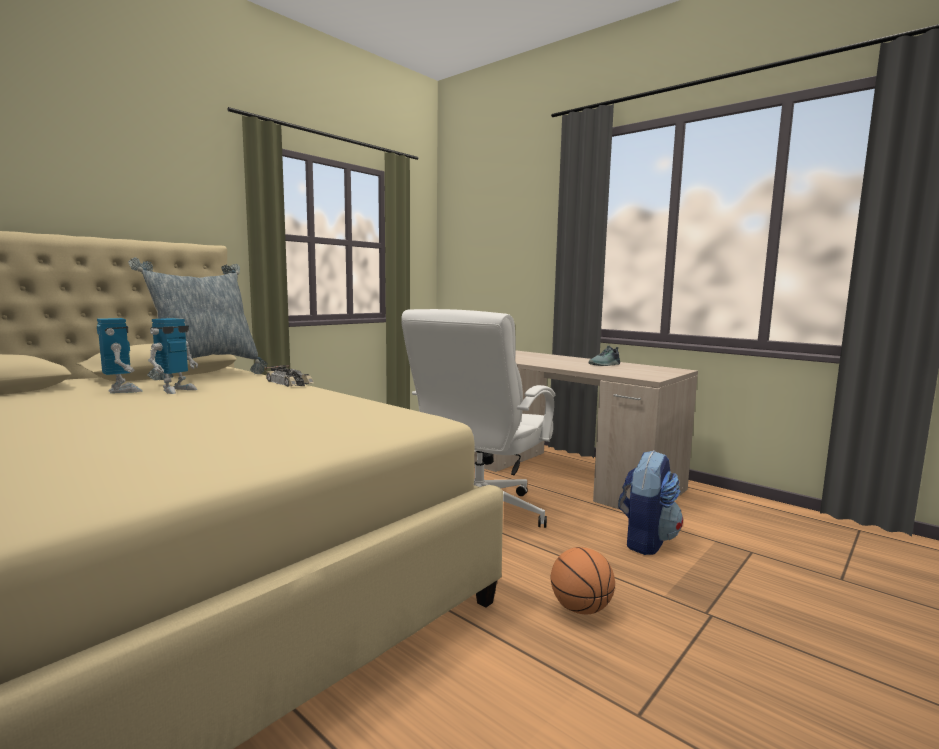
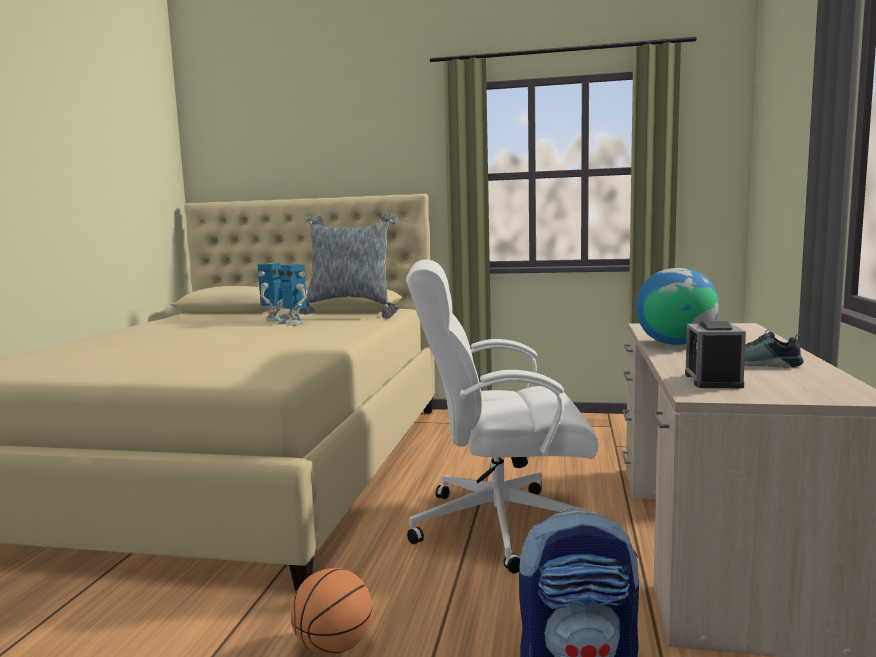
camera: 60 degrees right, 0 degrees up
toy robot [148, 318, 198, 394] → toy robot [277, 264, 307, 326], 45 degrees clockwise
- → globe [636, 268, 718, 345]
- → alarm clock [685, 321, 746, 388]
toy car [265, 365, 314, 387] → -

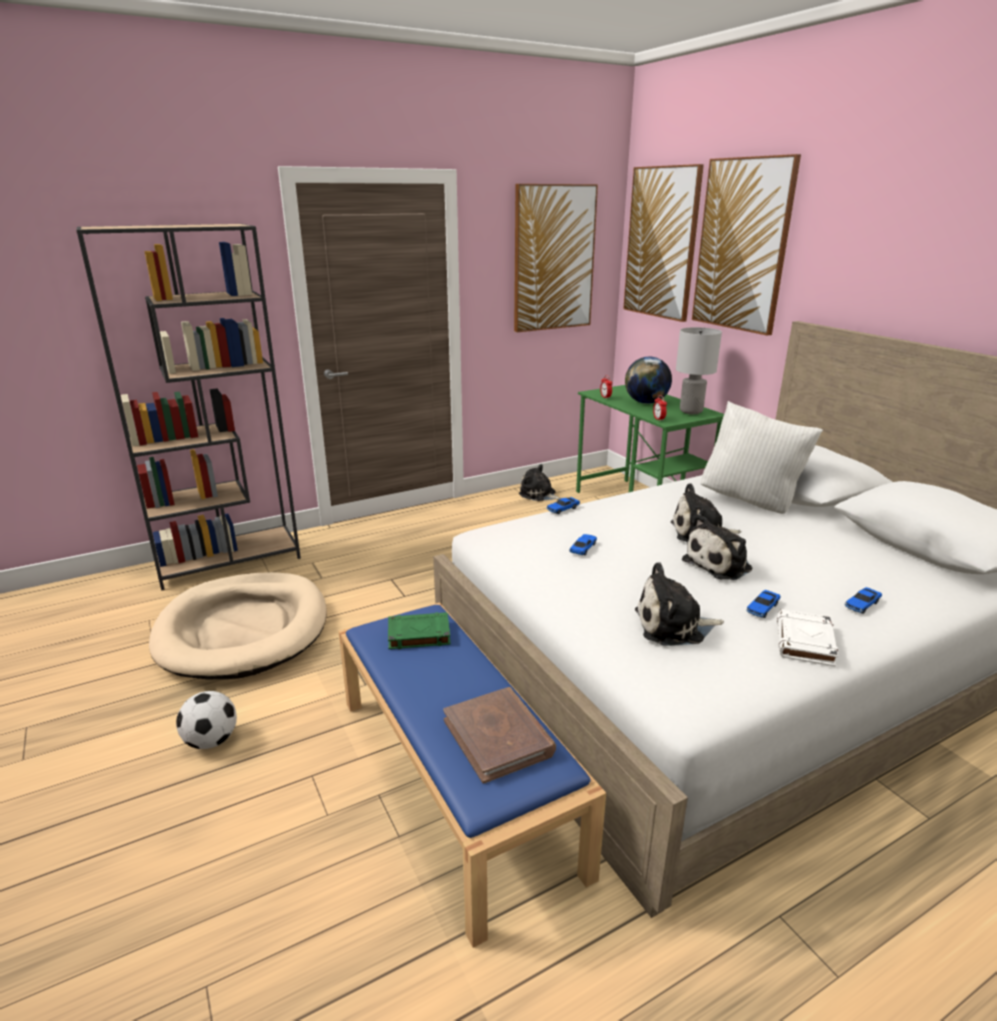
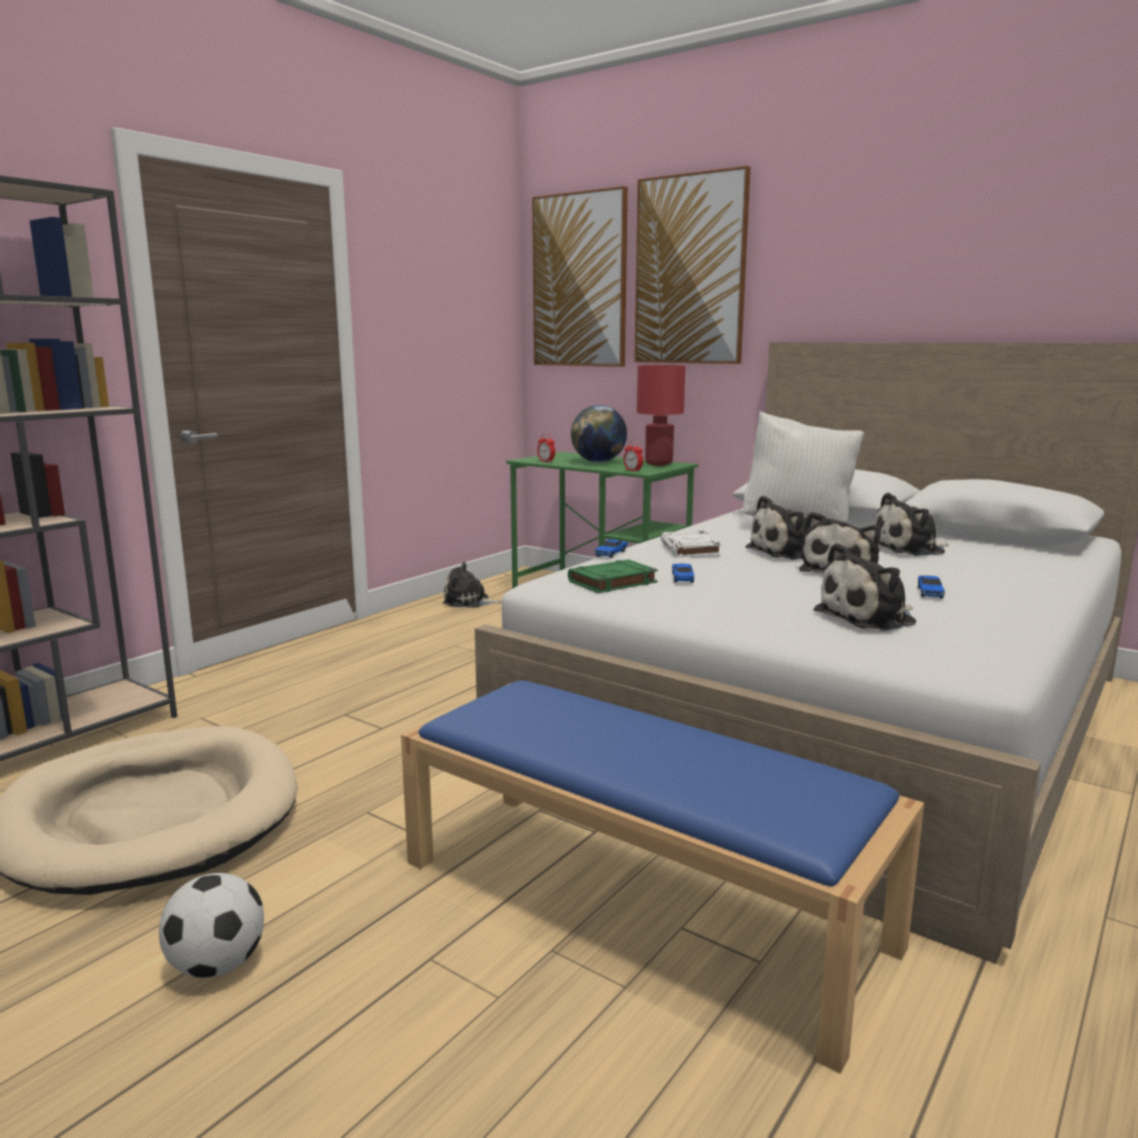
camera: 25 degrees left, 10 degrees down
book (green) [388, 612, 451, 649] → book (green) [568, 559, 658, 593], shifted
table lamp (grey) [676, 327, 722, 415] → table lamp (red) [637, 364, 685, 466]
book (white) [777, 609, 838, 667] → book (white) [661, 531, 721, 557], shifted
- → plush toy [875, 493, 948, 556]
book (brown) [443, 687, 556, 784] → -
picture [514, 184, 598, 332] → -
toy car [845, 587, 882, 614] → -

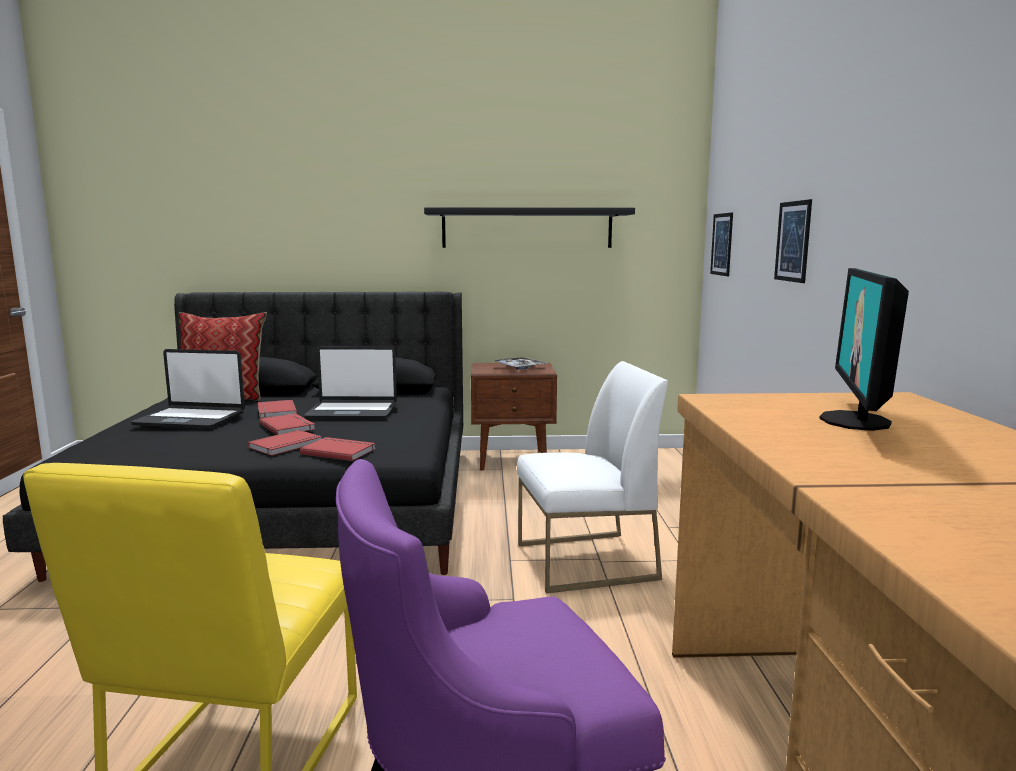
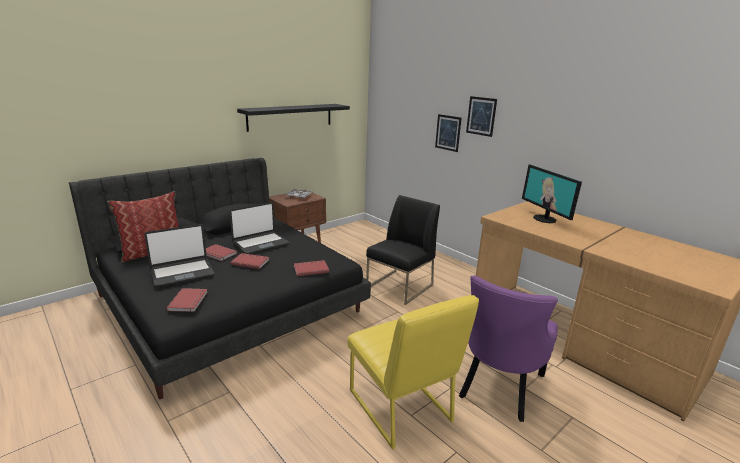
camera: 40 degrees left, 10 degrees up
book (red) [248, 430, 322, 456] → book (red) [166, 288, 208, 312], shifted
chair (white) [517, 361, 668, 593] → chair (black) [366, 195, 440, 305]
picture [710, 213, 733, 276] → picture [466, 96, 497, 137], shifted

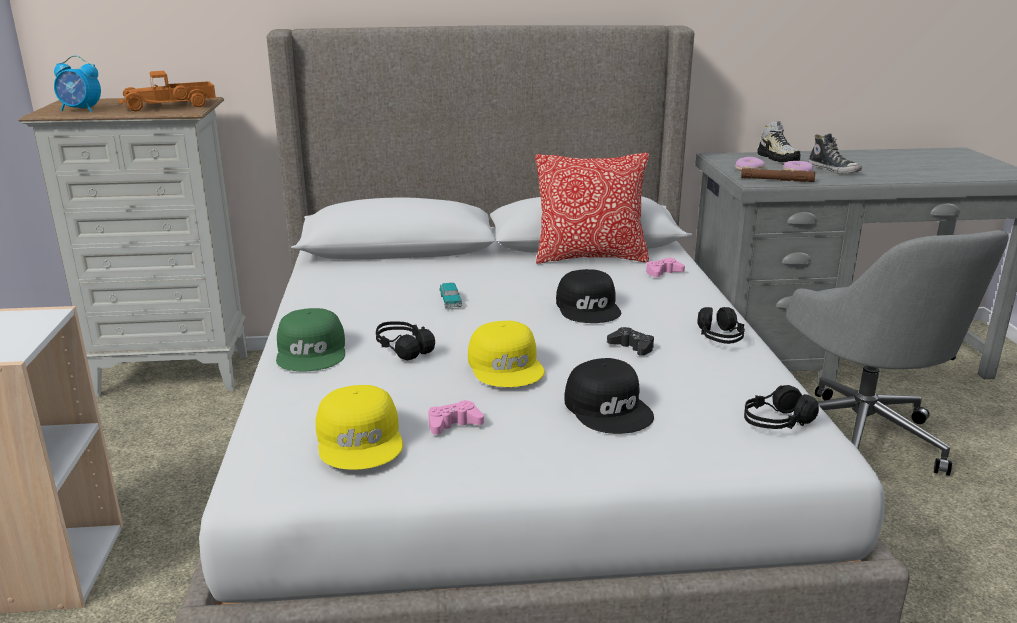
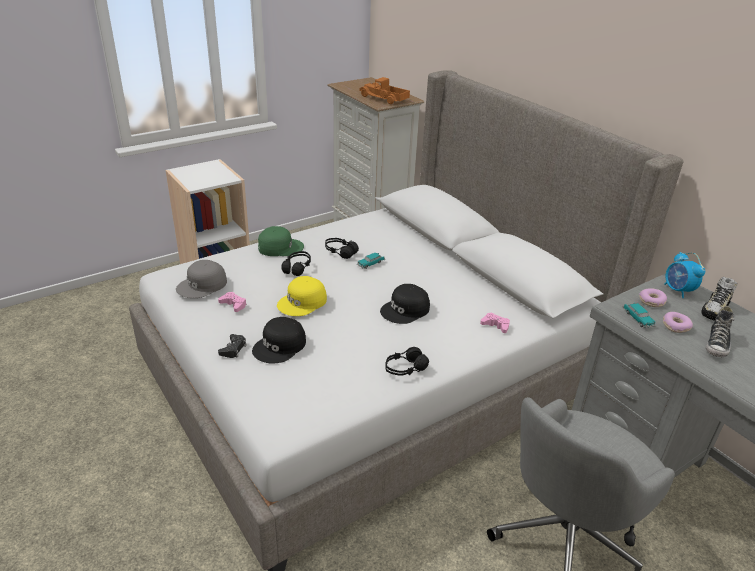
camera: 60 degrees right, 10 degrees up
cap (yellow) [316, 385, 403, 470] → cap (grey) [176, 260, 227, 298]
game controller (black) [607, 327, 654, 356] → game controller (black) [218, 334, 247, 358], shifted
cap (green) [276, 308, 345, 371] → cap (green) [258, 226, 304, 256], 150 degrees counterclockwise
headphones (black) [744, 385, 819, 429] → headphones (black) [325, 238, 359, 259], shifted
flashlight (brown) [741, 168, 815, 182] → toy car [623, 302, 656, 328]
alarm clock [54, 55, 101, 112] → alarm clock [664, 252, 705, 298], shifted
pillow [535, 153, 649, 264] → -

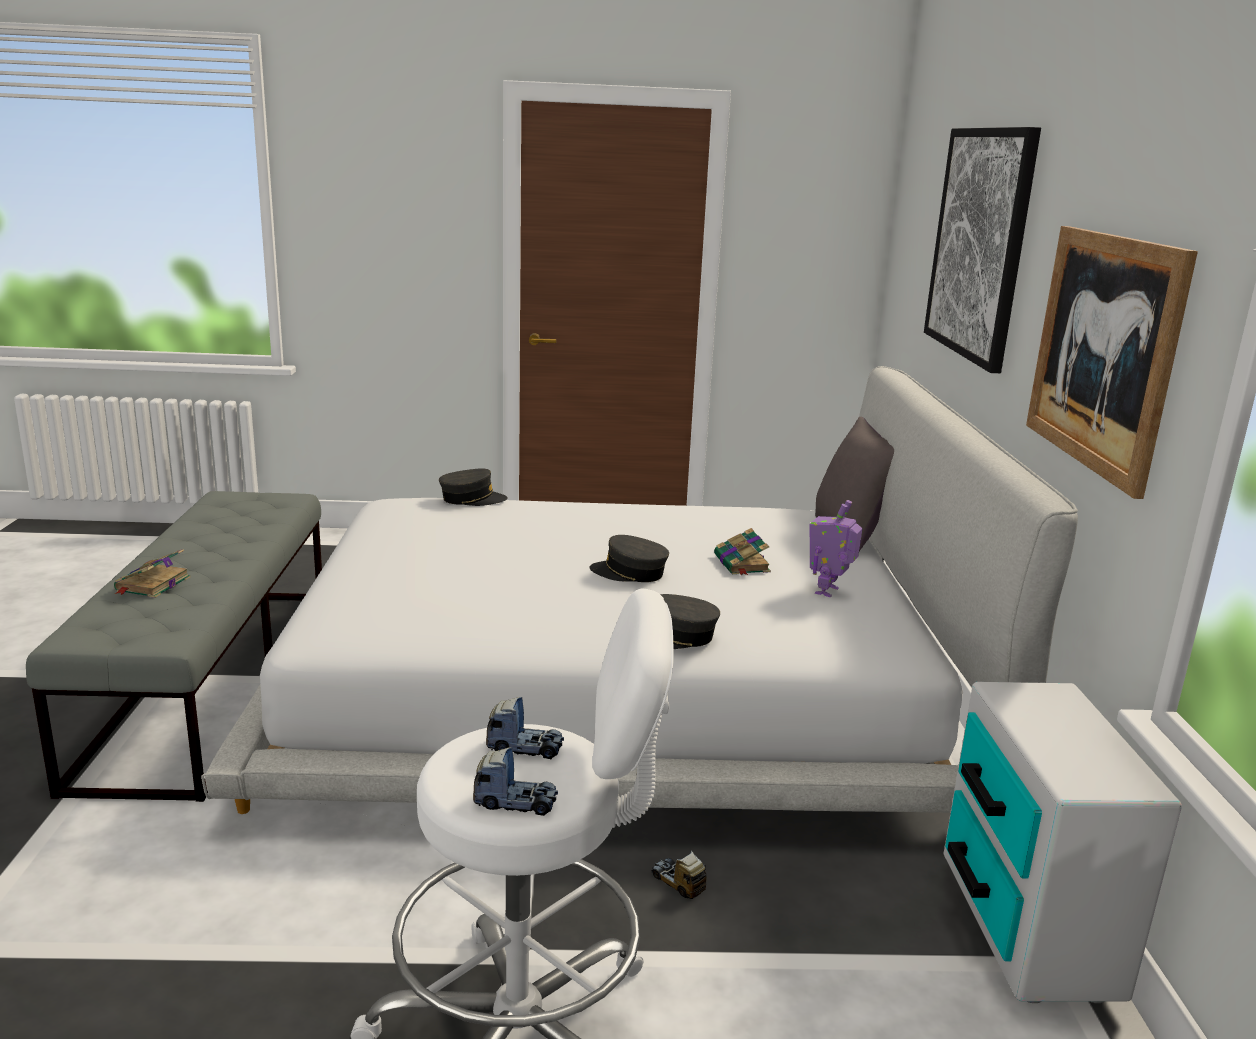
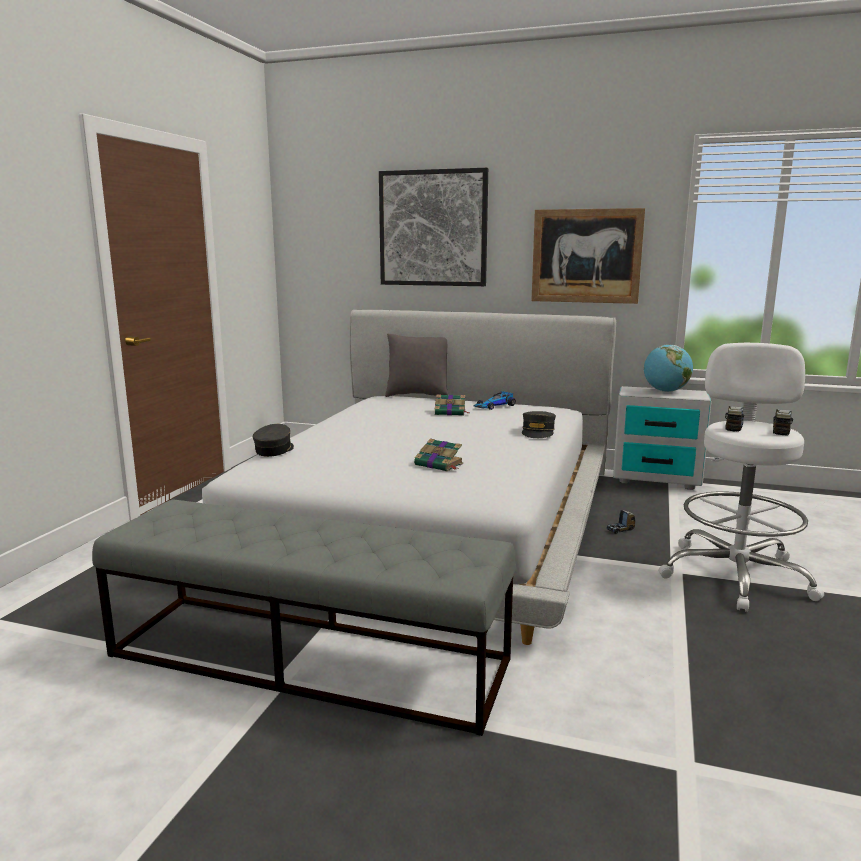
camera: 70 degrees left, 5 degrees down
book [114, 549, 190, 598] → book [414, 439, 463, 471], shifted
toy robot [810, 500, 862, 597] → toy car [473, 391, 516, 410]
- → globe [644, 345, 693, 392]
cap (grey) [589, 535, 669, 582] → -

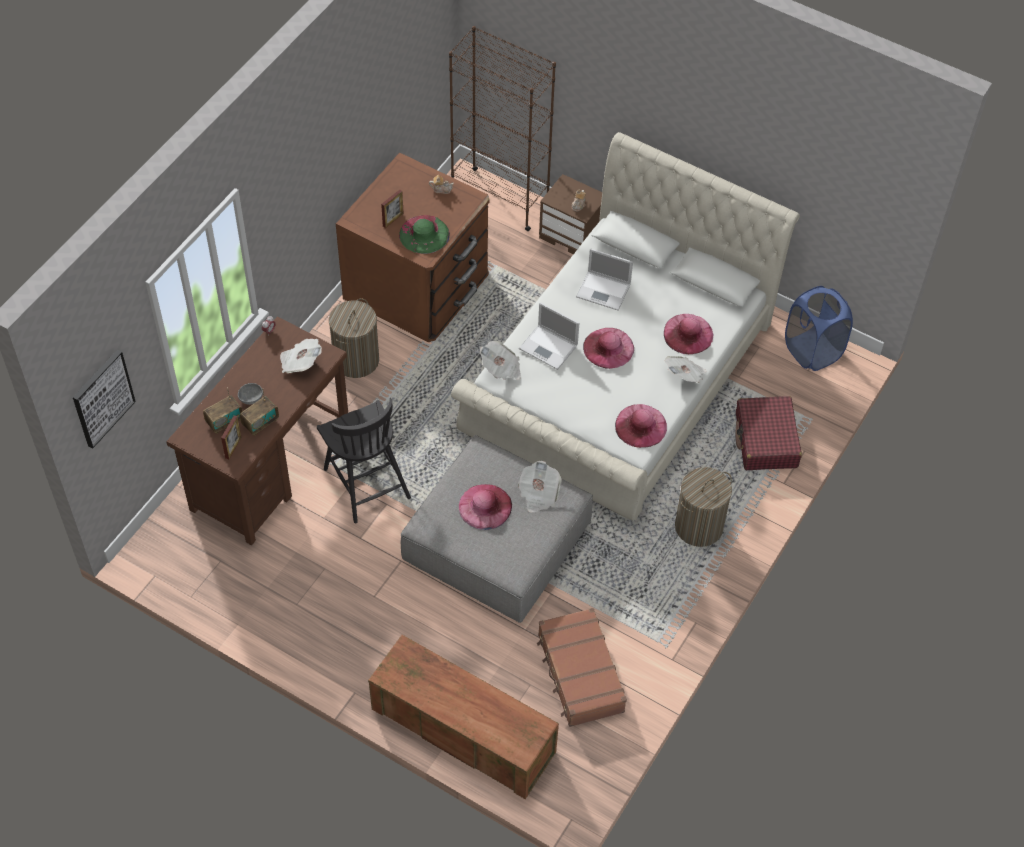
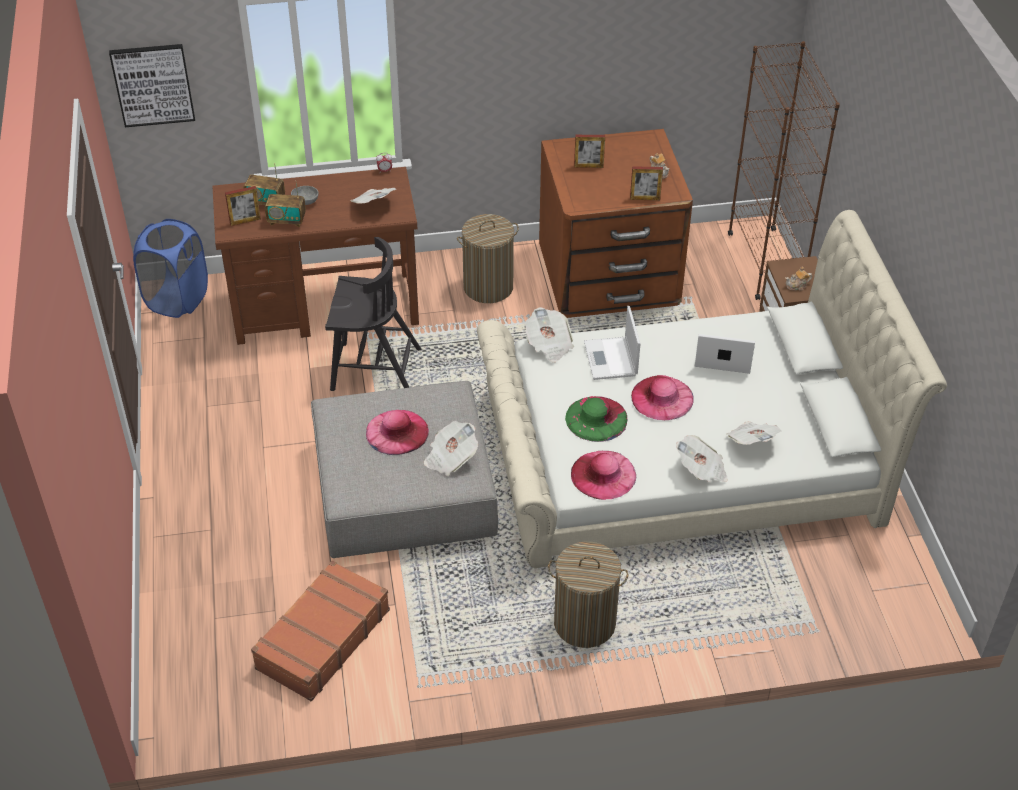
camera: 50 degrees right, 10 degrees down
laundry basket (blue) [785, 286, 853, 371] → laundry basket (blue) [133, 219, 208, 318], shifted
chair (black) [317, 398, 411, 524] → chair (black) [325, 237, 421, 391], 105 degrees counterclockwise
hat (green) [399, 215, 450, 254] → hat (green) [565, 396, 627, 442], shifted
- → picture frame [630, 166, 663, 200]
laptop [576, 248, 633, 311] → laptop [695, 334, 755, 374], 120 degrees clockwise
hat (pink) [664, 314, 713, 354] → newspaper [726, 421, 782, 445]
bench (brown) [368, 635, 559, 799] → -
suitcase (red) [736, 396, 802, 470] → -

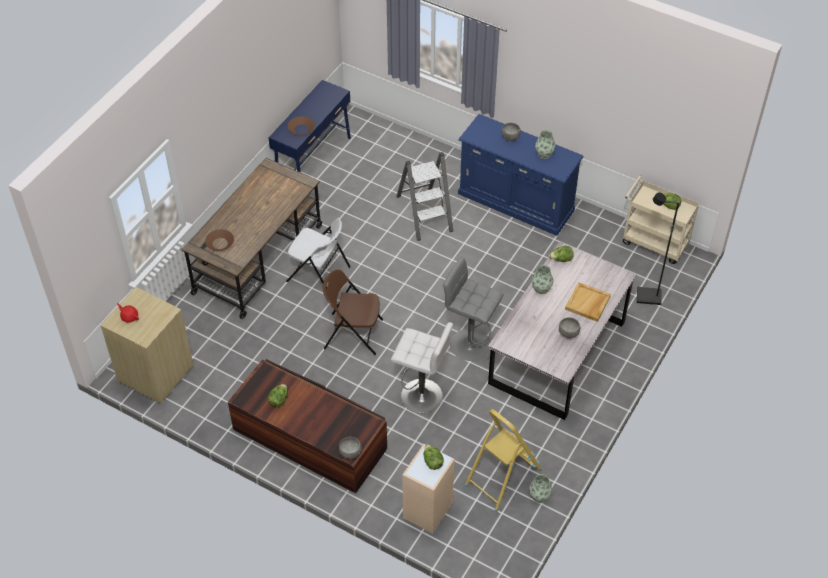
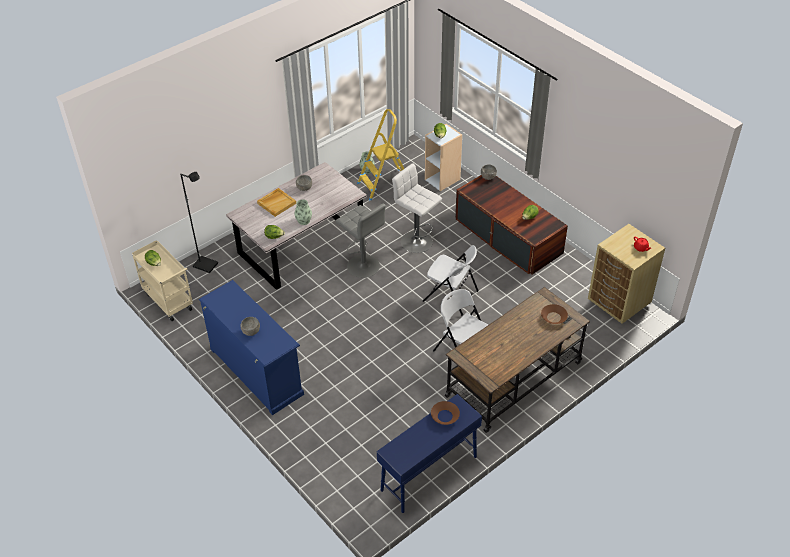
camera: 160 degrees left, 5 degrees down
chair (brown) [323, 269, 383, 355] → chair (white) [423, 245, 479, 316]
step ladder (grey) [396, 152, 453, 241] → -
vase [535, 130, 555, 159] → -

